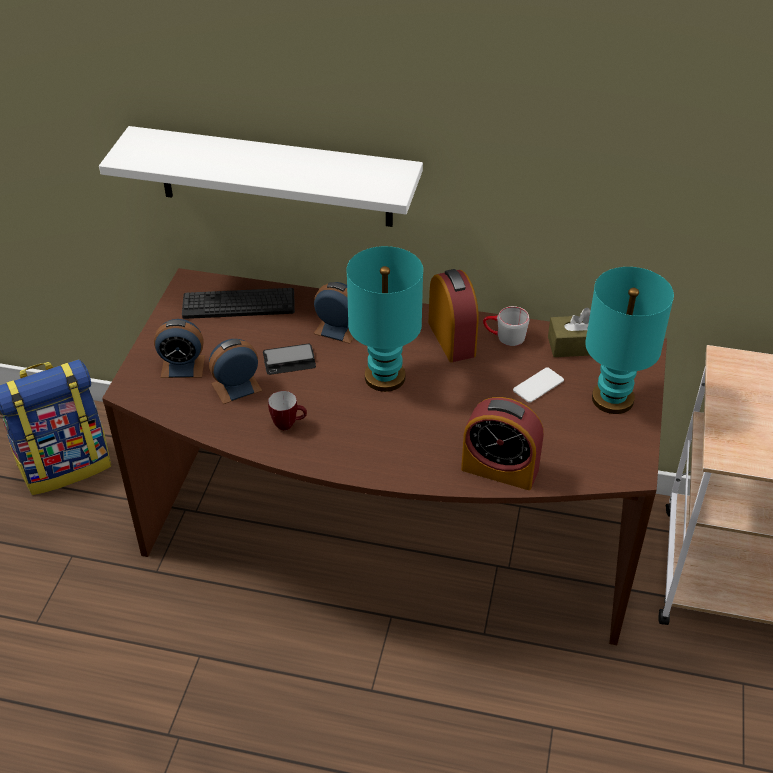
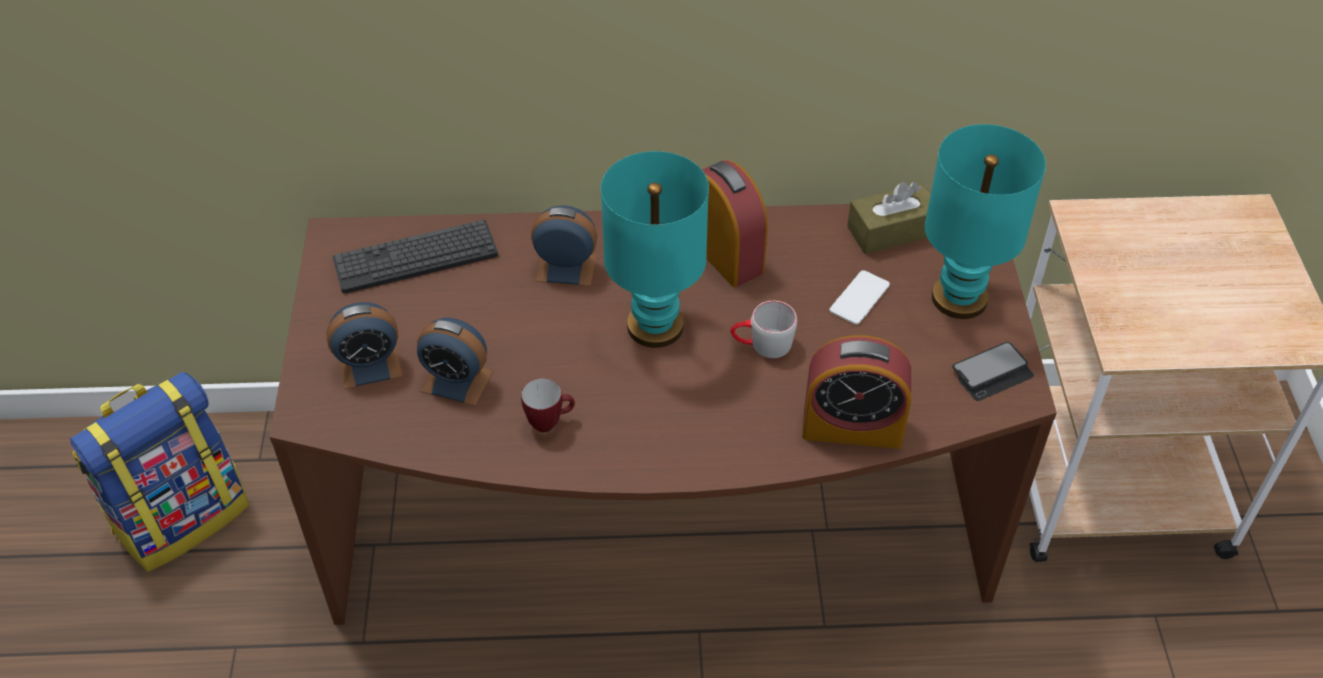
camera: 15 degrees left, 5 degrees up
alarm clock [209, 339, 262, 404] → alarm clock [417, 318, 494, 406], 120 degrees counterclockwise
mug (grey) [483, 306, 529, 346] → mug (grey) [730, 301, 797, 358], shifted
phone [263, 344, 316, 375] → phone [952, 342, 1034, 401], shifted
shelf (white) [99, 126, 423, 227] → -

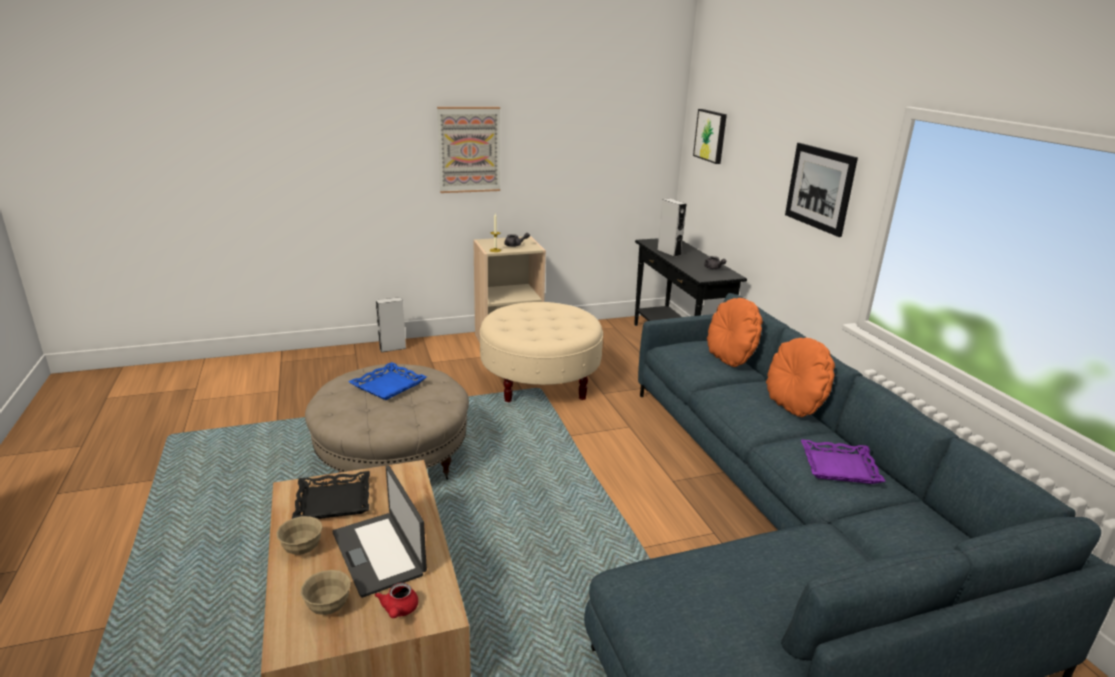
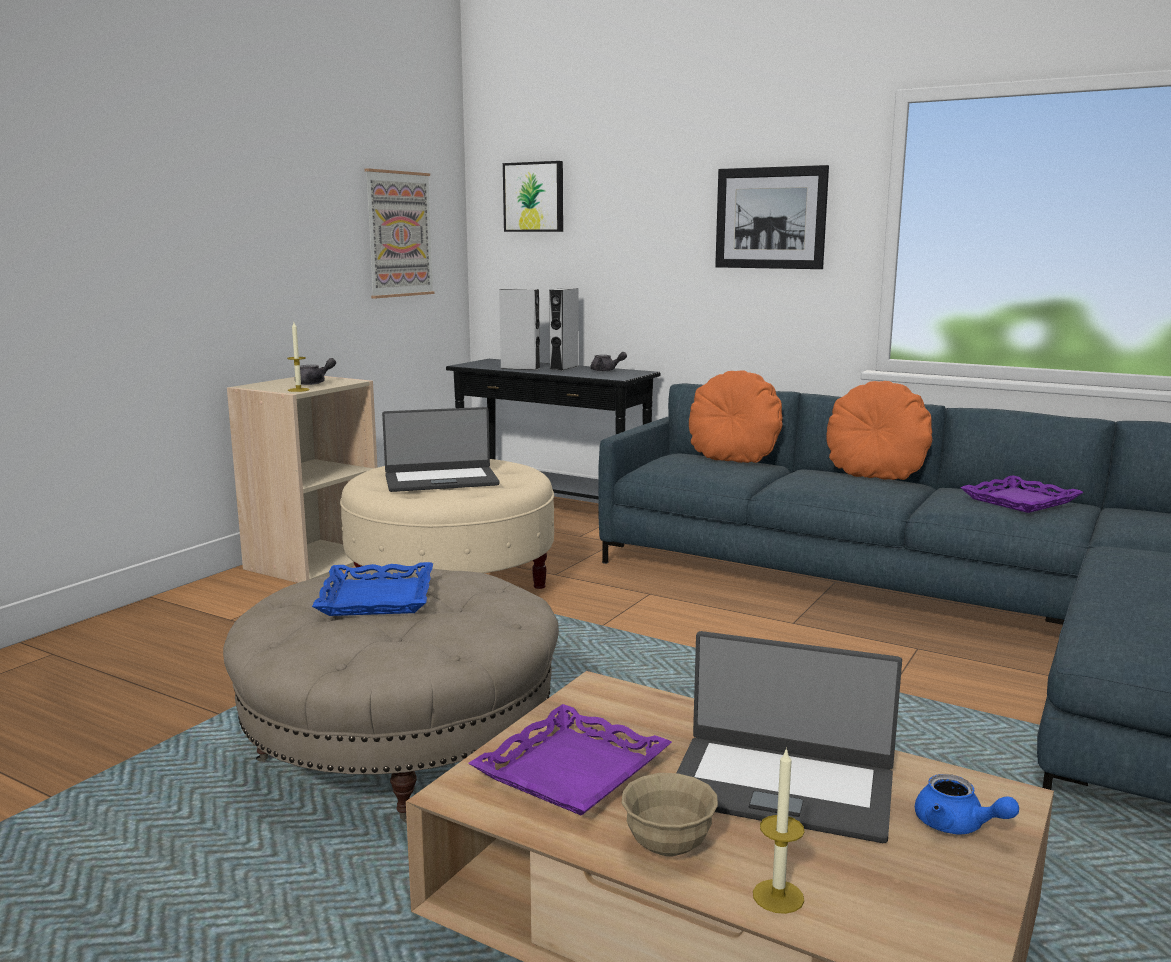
camera: 40 degrees left, 10 degrees down
picture [437, 107, 500, 193] → picture [365, 169, 435, 298], shifted
- → laptop [382, 407, 500, 492]
tray (black) [292, 471, 370, 519] → tray (purple) [468, 704, 672, 816]
speaker (grey) [376, 297, 406, 352] → speaker (grey) [549, 288, 579, 370], shifted
- → candle [753, 747, 805, 914]
teapot (red) [375, 583, 418, 618] → teapot (blue) [915, 774, 1019, 835]
bowl (beige) [300, 570, 351, 615] → -

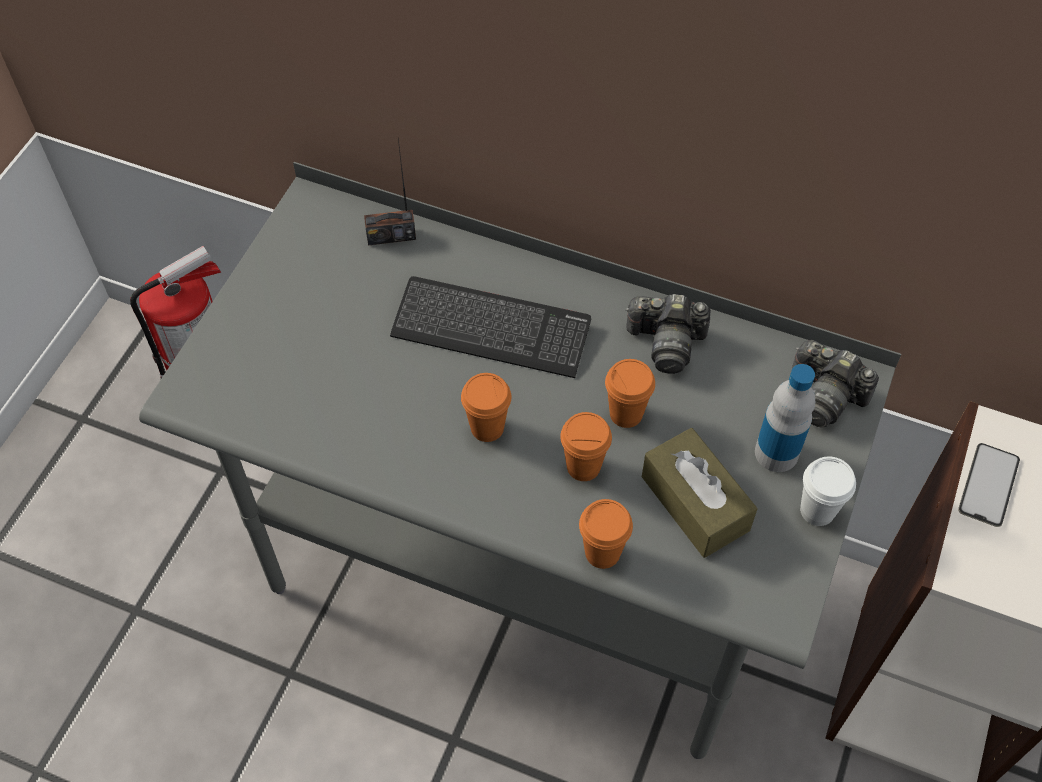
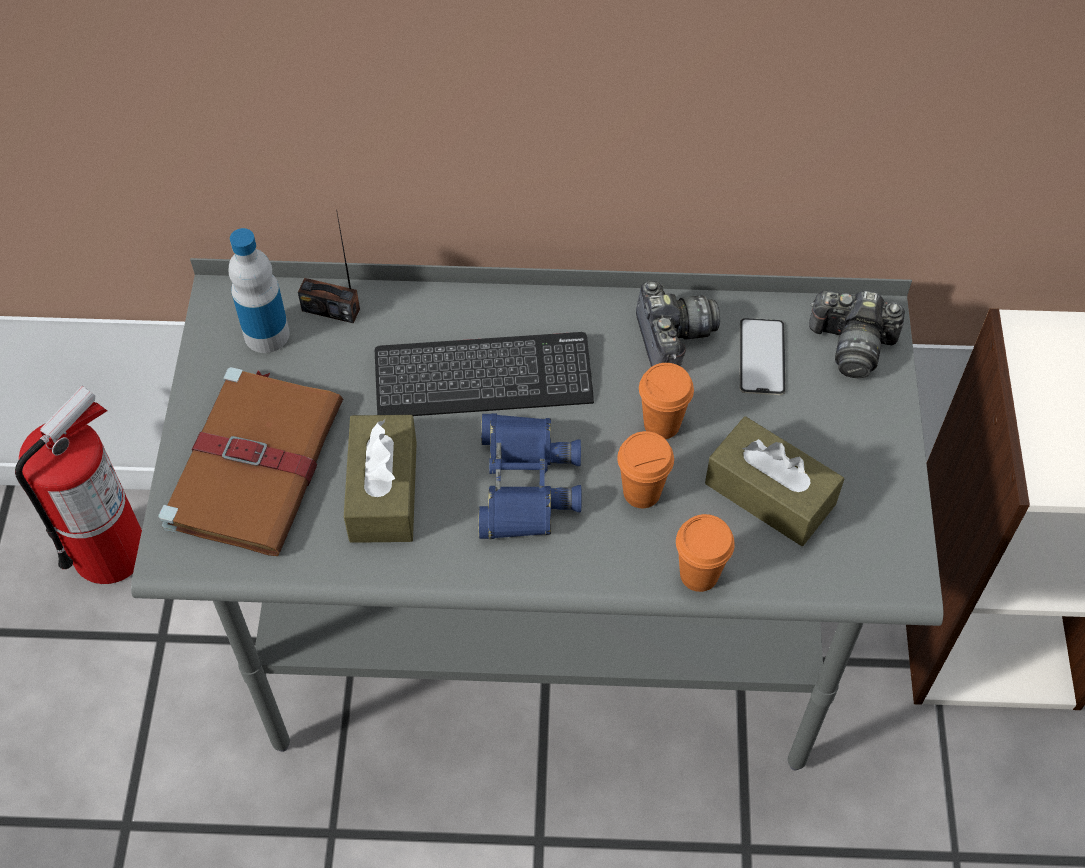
camera: 20 degrees left, 0 degrees up
- → book (brown) [158, 367, 343, 556]
bottle [755, 364, 815, 472] → bottle [229, 228, 290, 353], shifted
radio [364, 139, 416, 245] → radio [298, 209, 360, 323], 45 degrees clockwise
- → tissue box (brown) [344, 415, 417, 543]
cup (orange) [461, 373, 511, 442] → binoculars (blue) [478, 413, 581, 539]
photo camera [625, 294, 711, 374] → photo camera [636, 281, 720, 367], 90 degrees counterclockwise
phone [958, 443, 1020, 527] → phone [739, 318, 786, 395], shifted
cup (white) [800, 457, 856, 526] → -

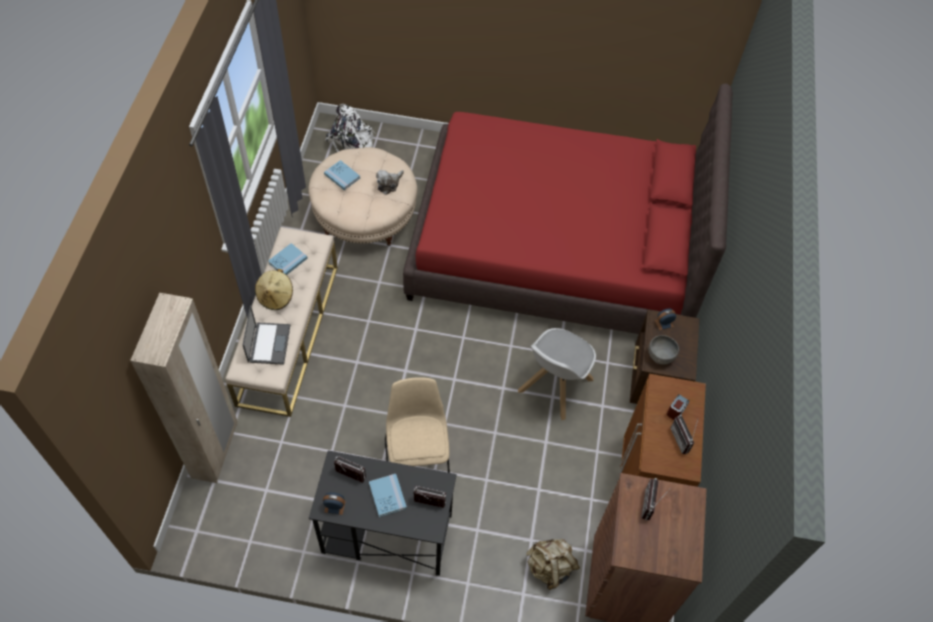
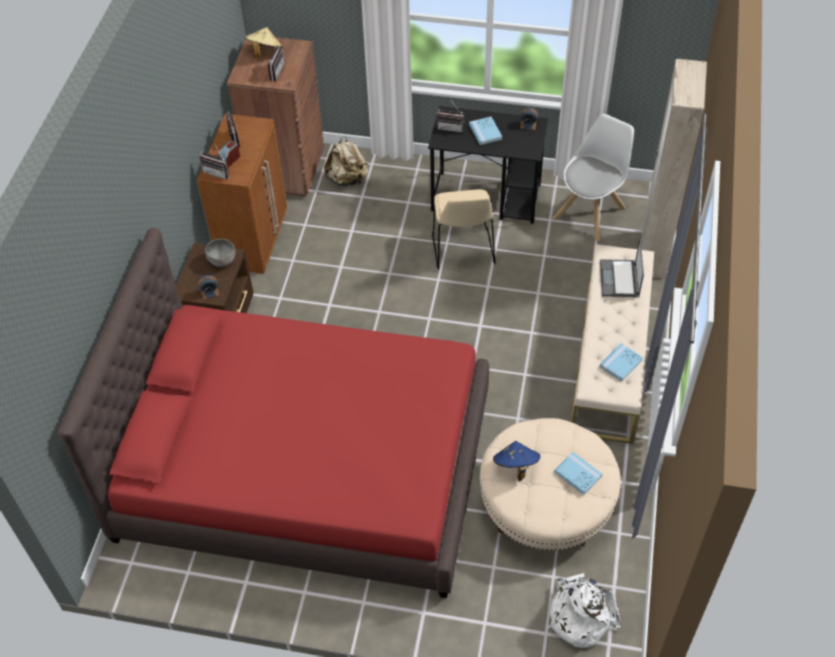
camera: 175 degrees left, 5 degrees down
radio [334, 456, 366, 483] → radio [200, 145, 230, 180], shifted
hat (beige) [255, 269, 293, 310] → hat (beige) [244, 27, 283, 59], shifted
plush toy [376, 170, 404, 195] → hat (blue) [493, 441, 541, 481]
chair [518, 328, 596, 420] → chair [553, 114, 634, 241], shifted

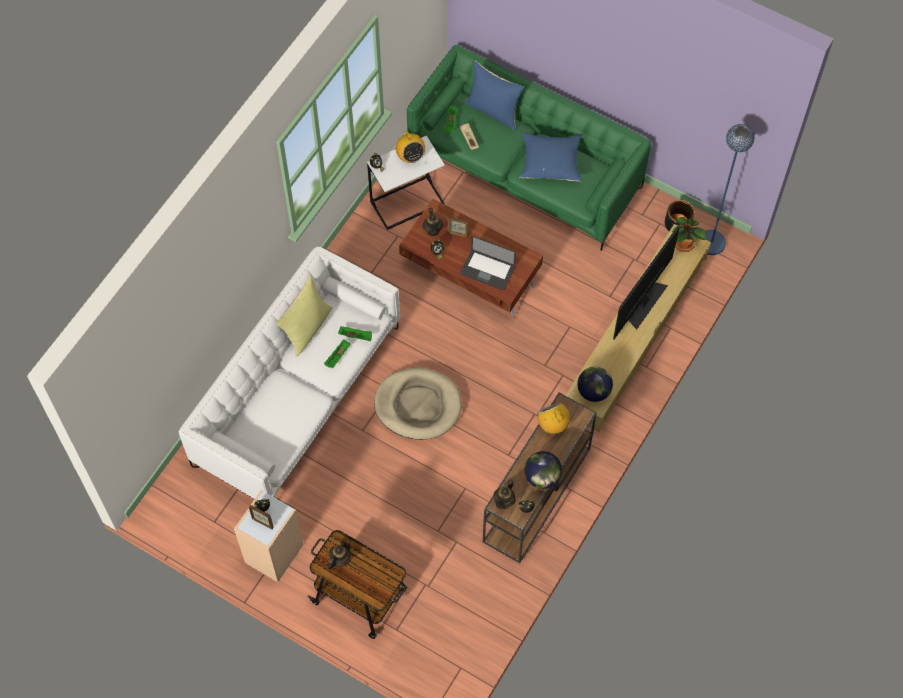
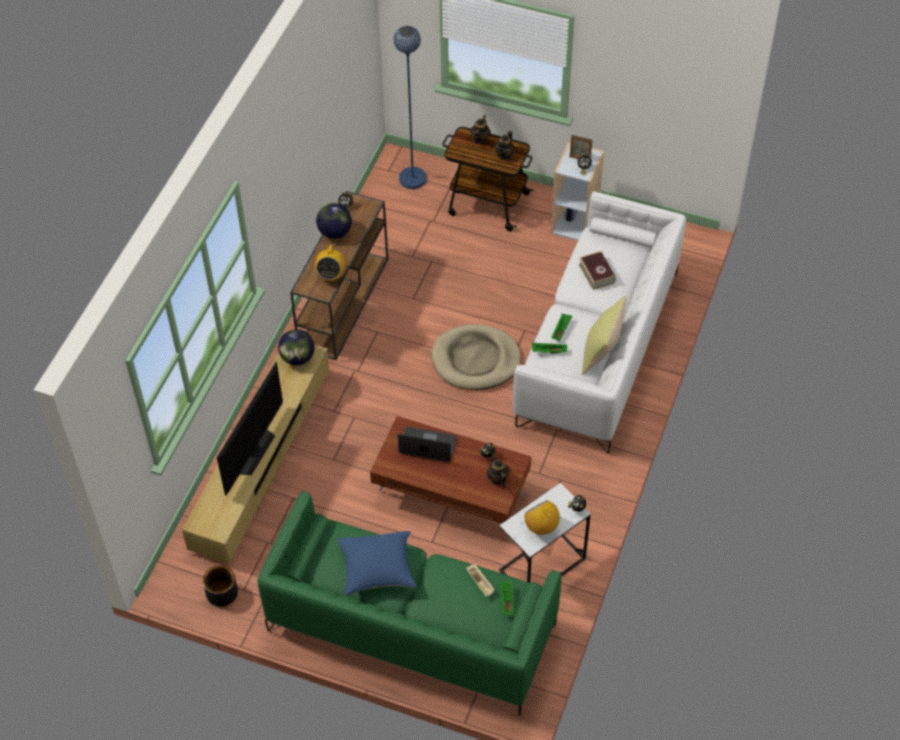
camera: 170 degrees right, 10 degrees down
radio [538, 402, 570, 434] → radio [315, 243, 346, 282], 45 degrees clockwise
floor lamp (blue) [704, 124, 754, 255] → floor lamp (blue) [394, 26, 427, 189], shifted
teapot [493, 480, 516, 509] → teapot [470, 115, 491, 144], shifted
- → book [579, 251, 616, 290]
picture frame [447, 216, 469, 238] → -
pillow (blue) [464, 61, 525, 130] → -
potted plant [672, 217, 706, 252] → -

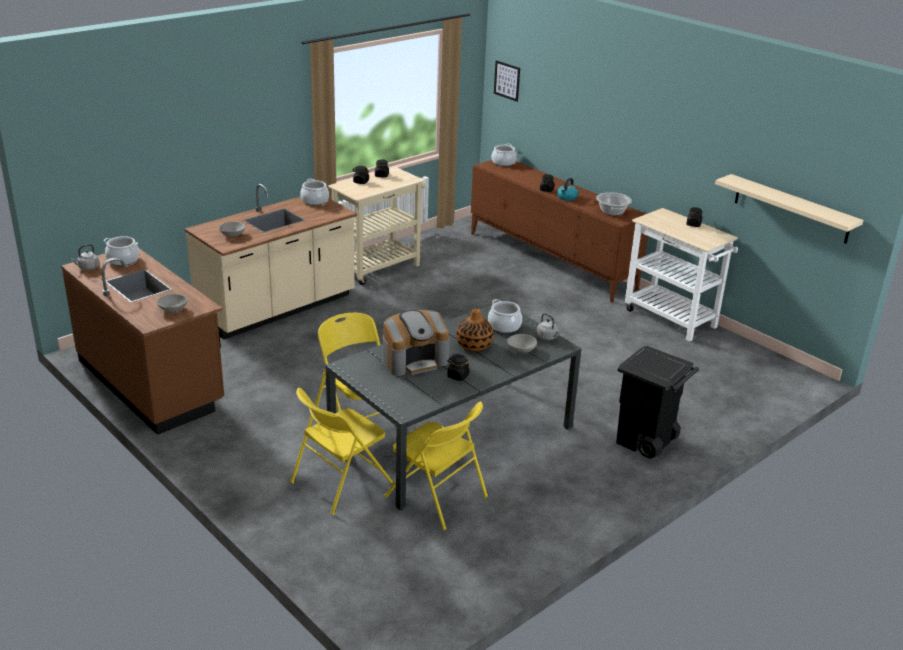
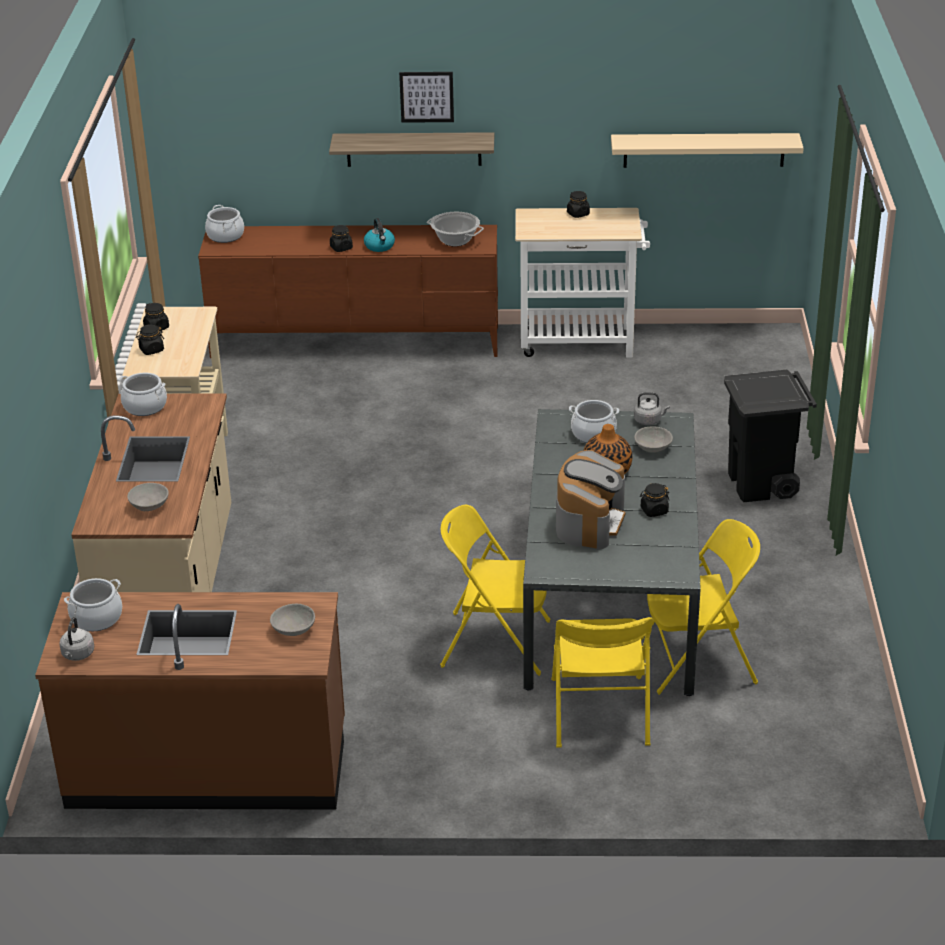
camera: 45 degrees left, 5 degrees up
- → shelf [329, 132, 494, 167]
picture [494, 60, 520, 102] → picture [399, 72, 454, 123], shifted

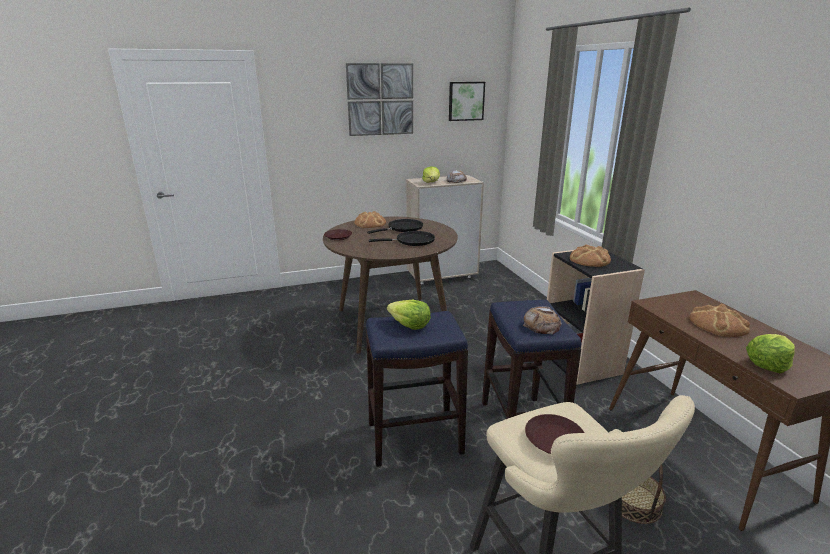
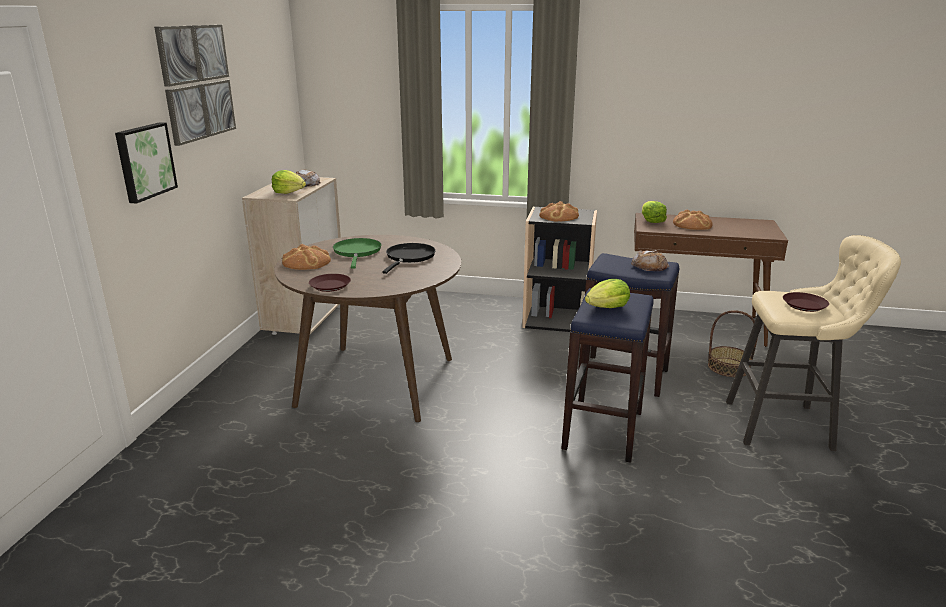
camera: 60 degrees left, 0 degrees up
picture [449, 82, 485, 121] → picture [115, 122, 178, 203], shifted
frying pan (black) [367, 219, 423, 234] → frying pan (green) [333, 238, 381, 269]
lettuce [746, 334, 795, 374] → lettuce [642, 201, 667, 223], shifted

